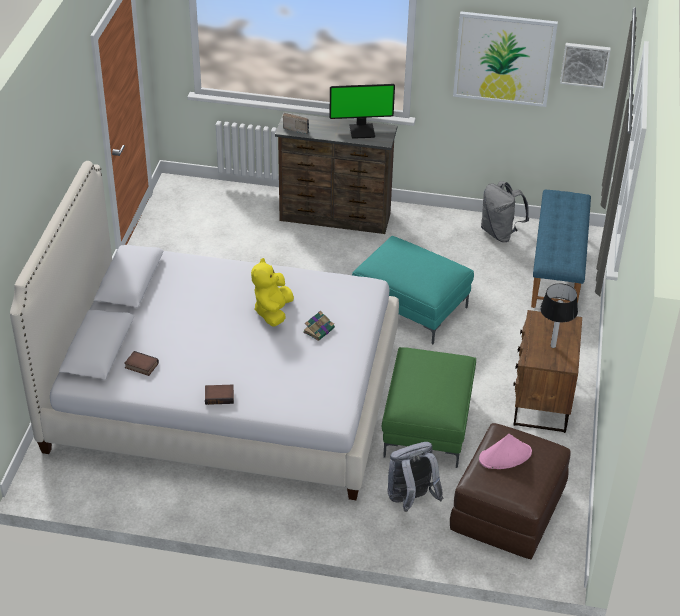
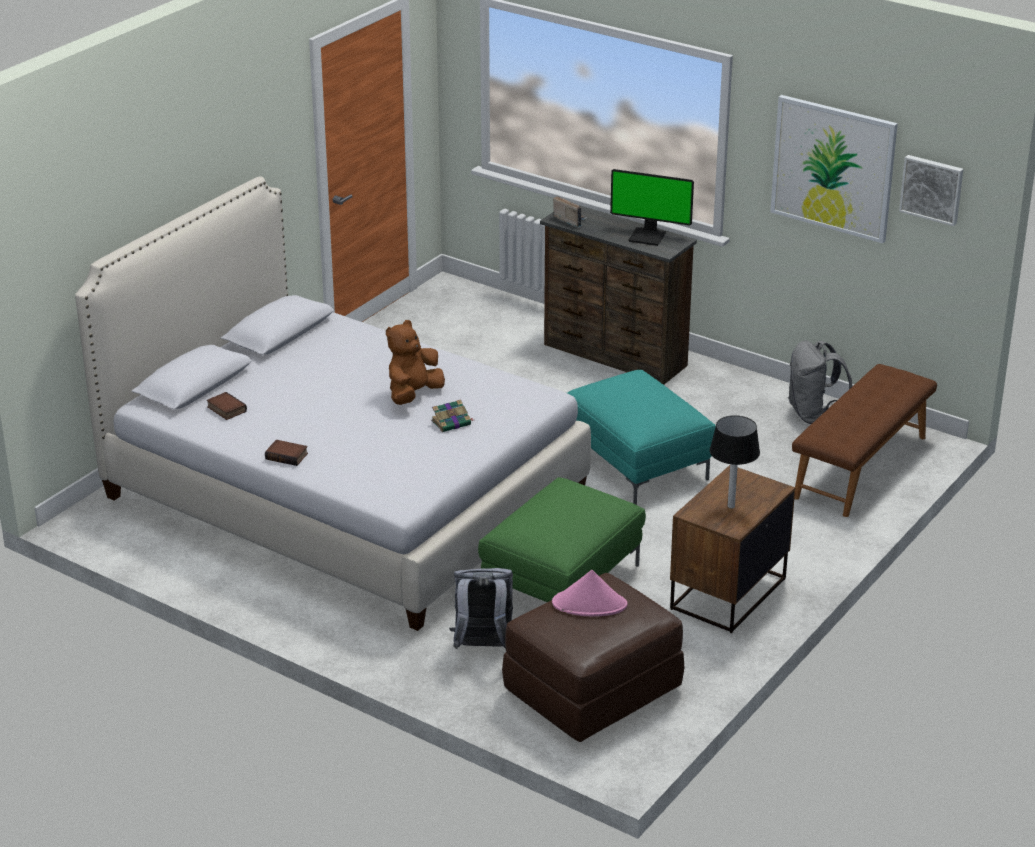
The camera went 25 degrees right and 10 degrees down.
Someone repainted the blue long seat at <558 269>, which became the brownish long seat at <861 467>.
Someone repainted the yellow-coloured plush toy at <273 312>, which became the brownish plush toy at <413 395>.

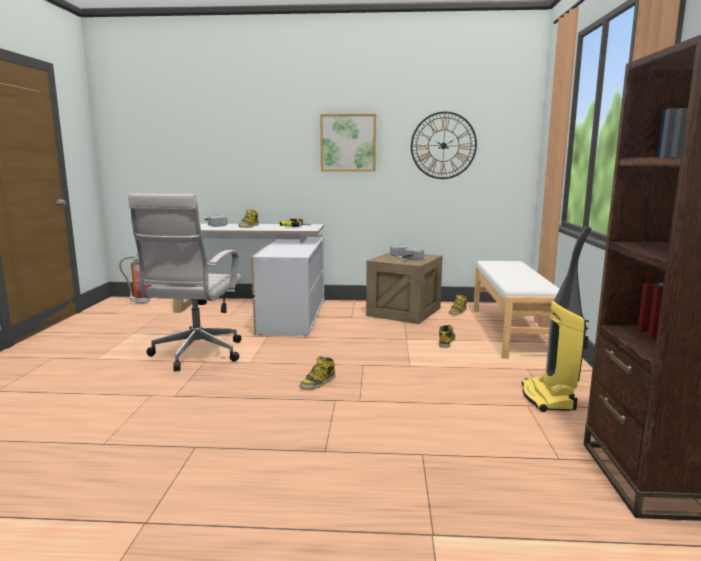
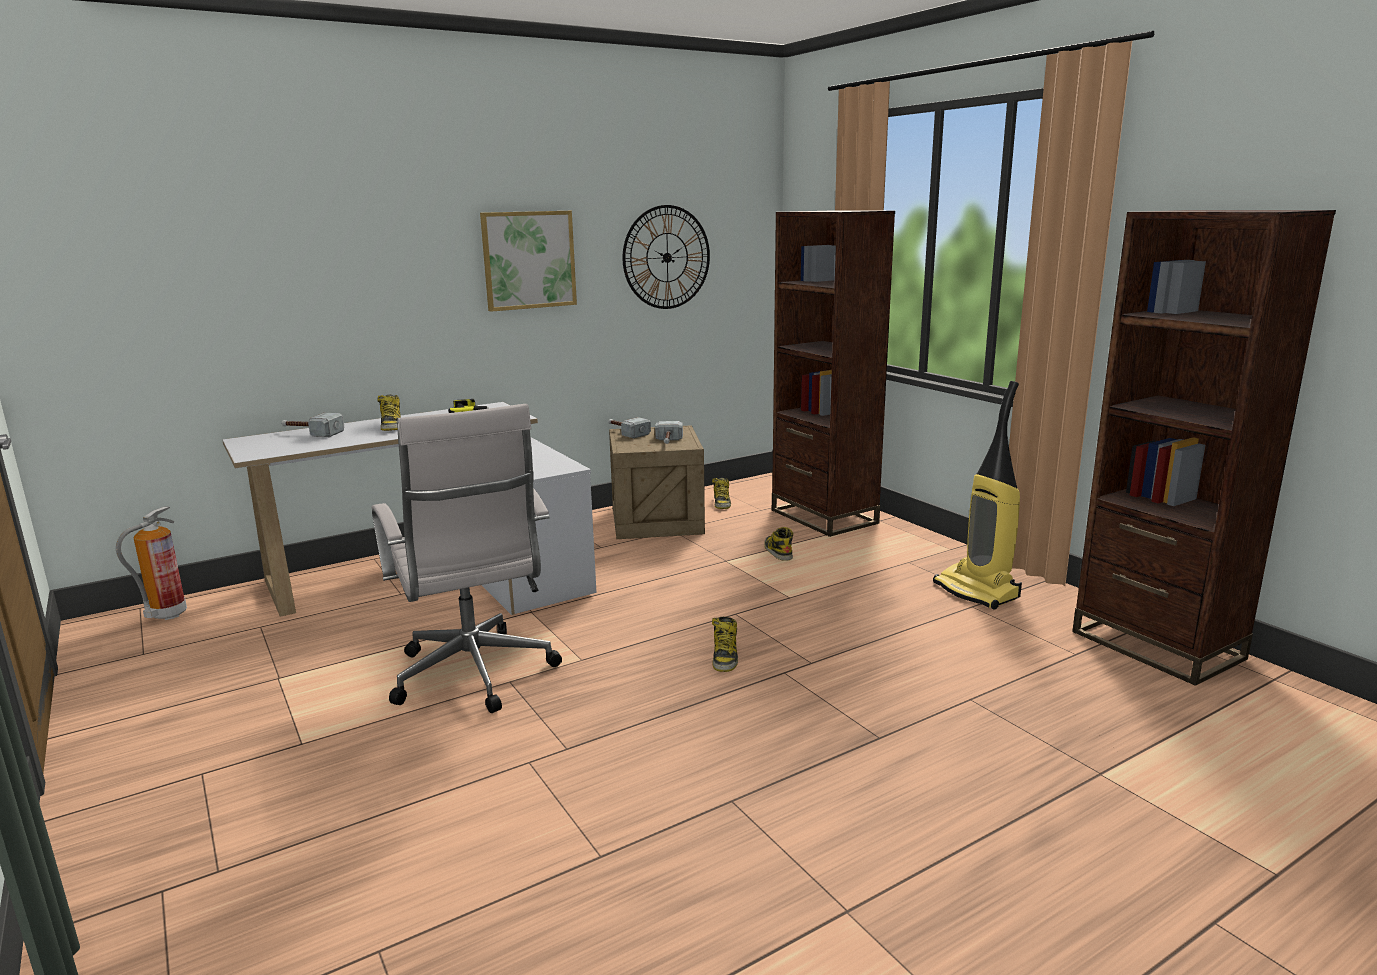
The camera went 35 degrees left and 5 degrees up.
Someone swapped the whitish long seat at <512 331> for the brownish bookcase at <823 517>.

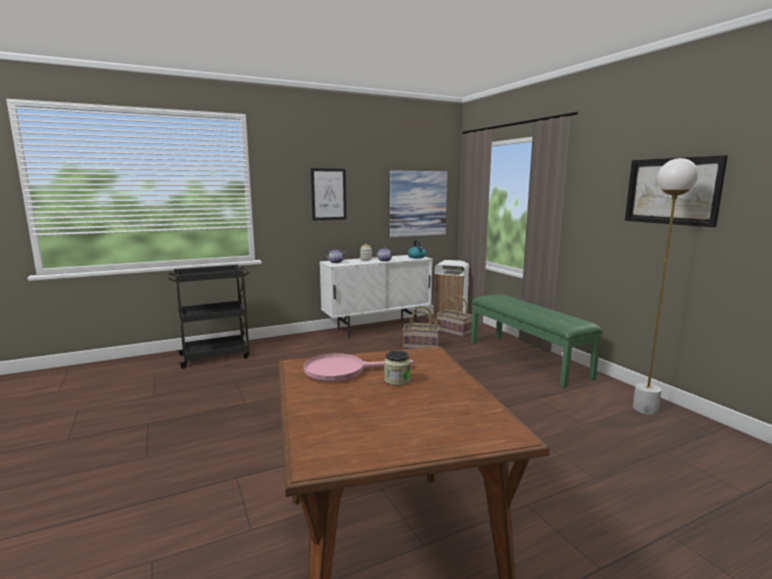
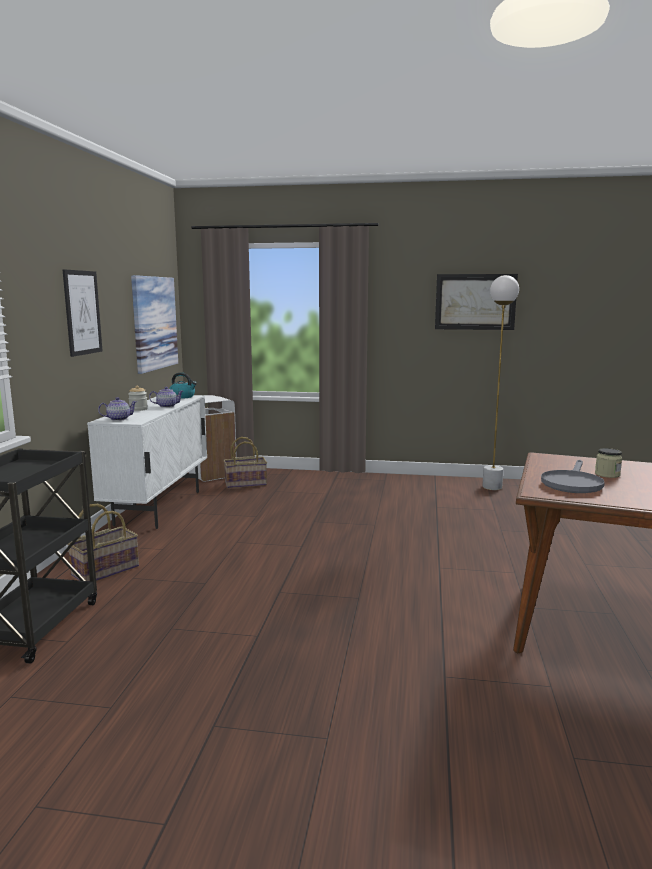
The camera went 55 degrees left and 0 degrees up.
Someone took away the green long seat at <527 359>.
Someone carried the storage basket from <421 346> to <105 570>.
Someone repainted the pink frying pan at <343 371>, which became the greyish frying pan at <572 483>.

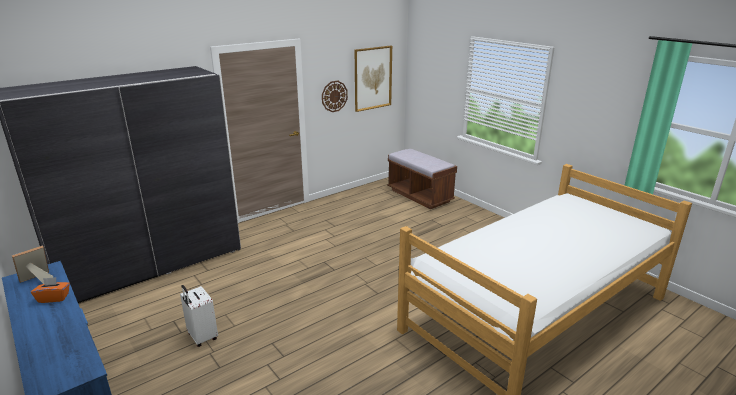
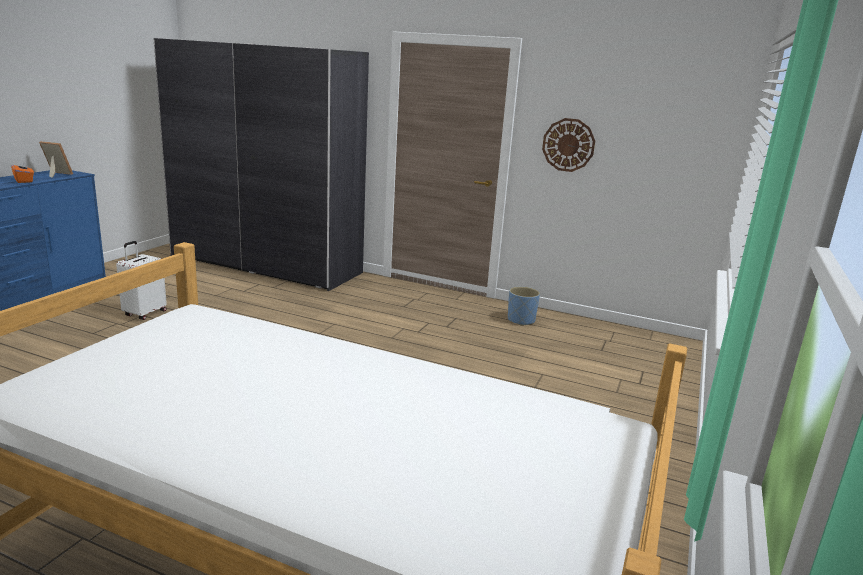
The camera went 60 degrees right and 5 degrees down.
Someone took away the wall art at <372 78>.
Someone took away the brownish long seat at <419 196>.
Someone put down the blue plant pot at <521 320>.

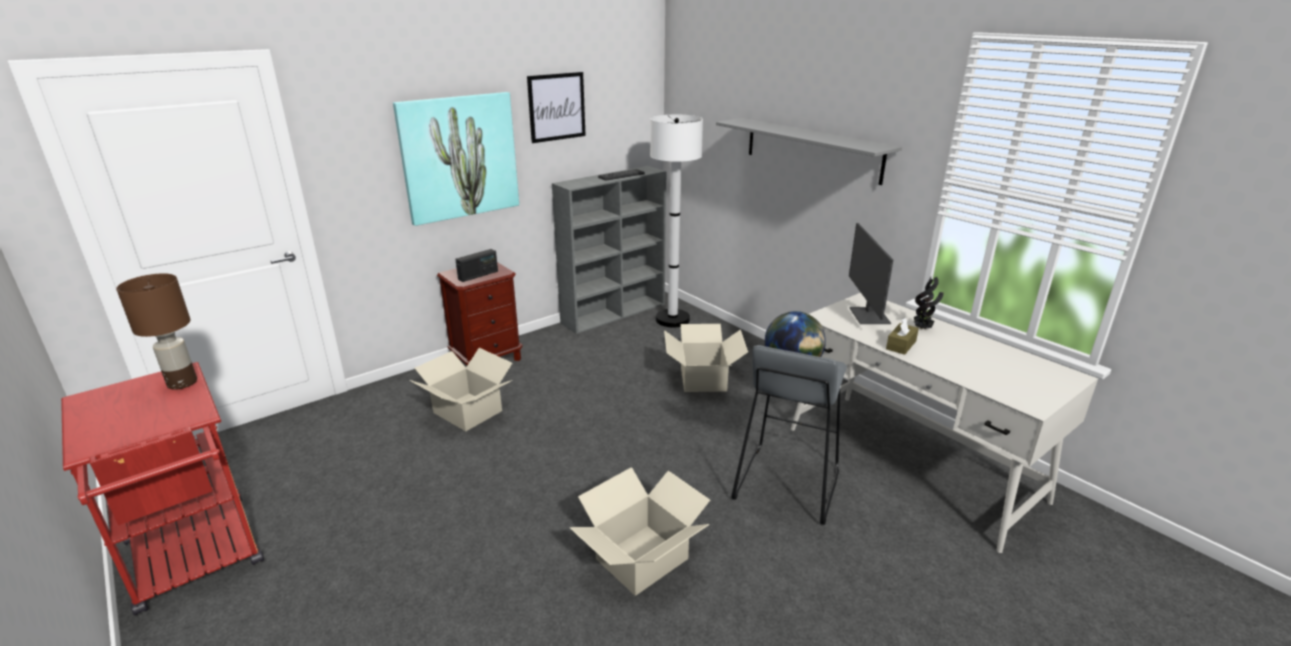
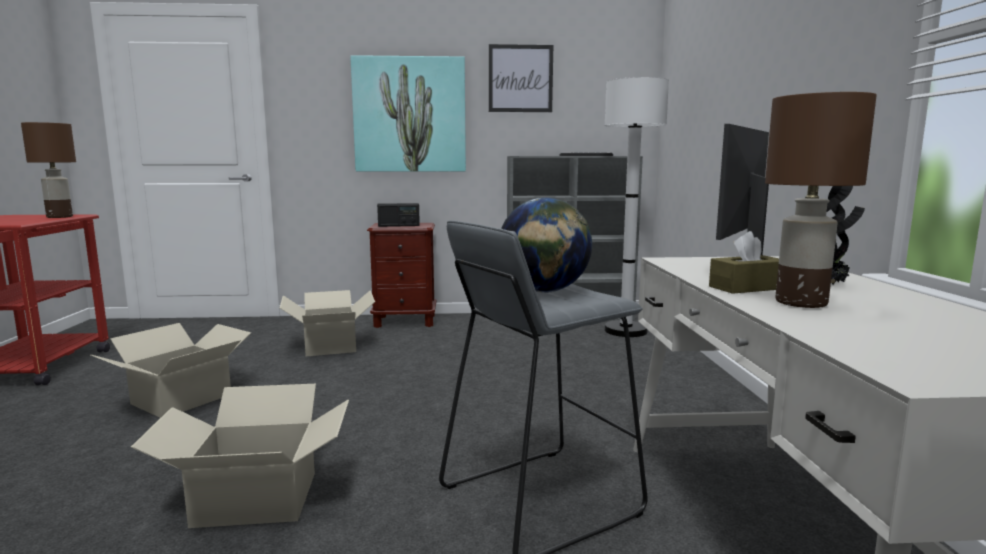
The camera went 35 degrees right and 15 degrees down.
Someone took away the greyish bracket shelf at <812 149>.
Someone carried the carton from <702 379> to <181 399>.
Someone put down the brownish lamp for a table at <800 302>.

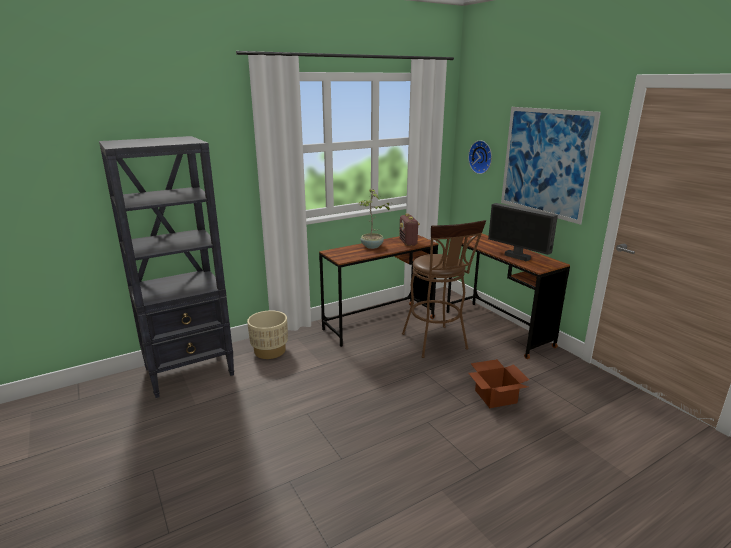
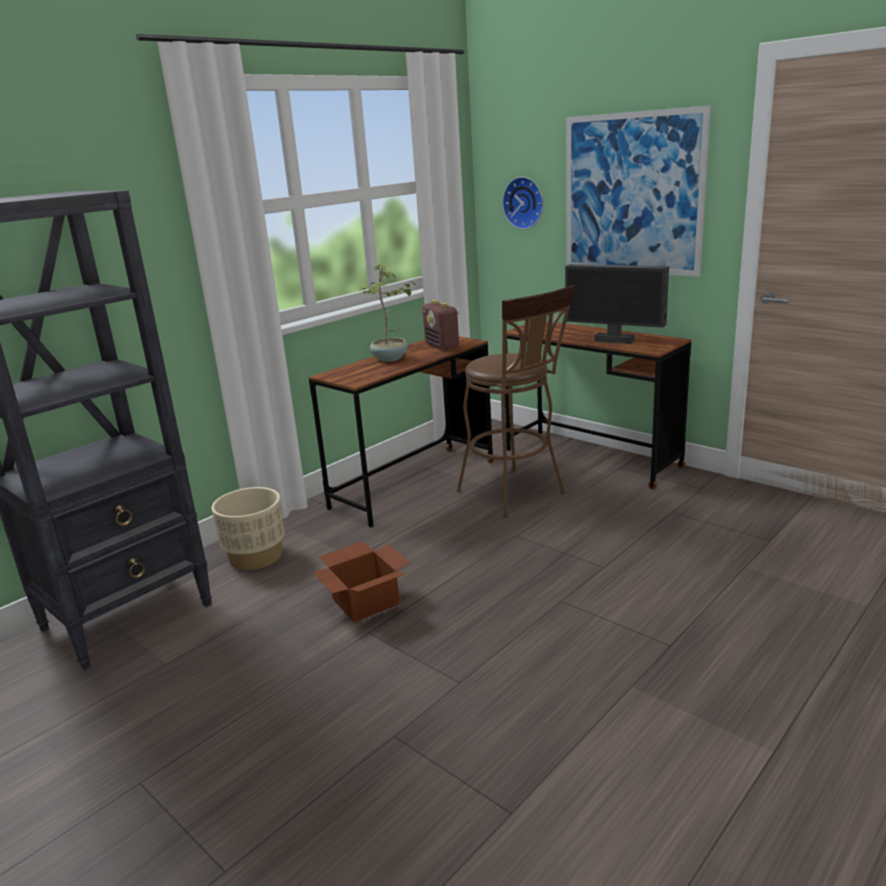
The camera went 15 degrees left and 0 degrees up.
Someone carried the carton from <495 396> to <366 600>.

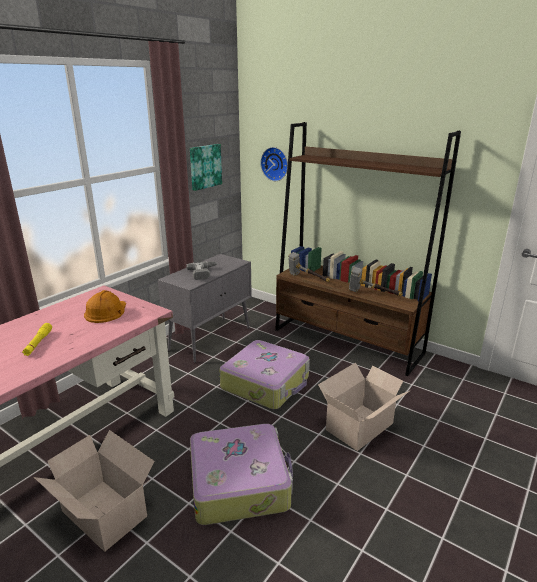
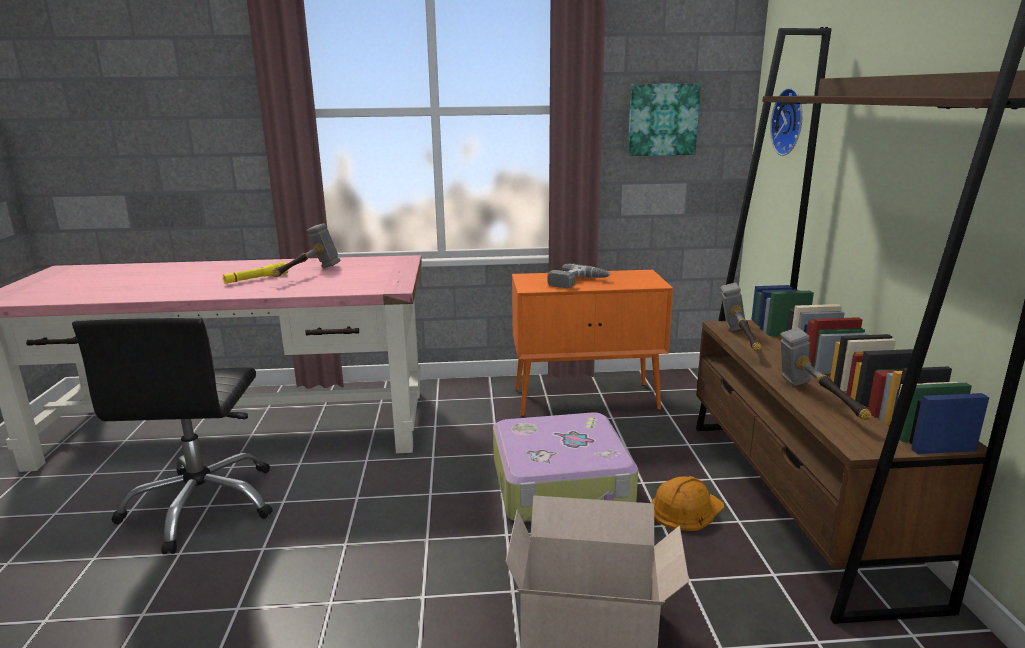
The camera went 50 degrees right and 5 degrees down.
Someone repainted the greyish cabinet at <211 338>, which became the orangey cabinet at <587 399>.
Someone carried the orangey safety helmet from <106 311> to <685 509>.
Someone took away the travel case at <240 482>.
Someone swapped the carton at <105 515> for the blackish office chair at <202 505>.
Someone put down the hammer at <307 274>.

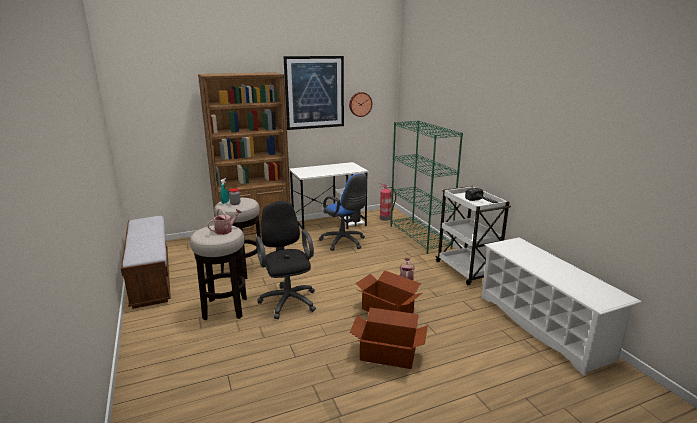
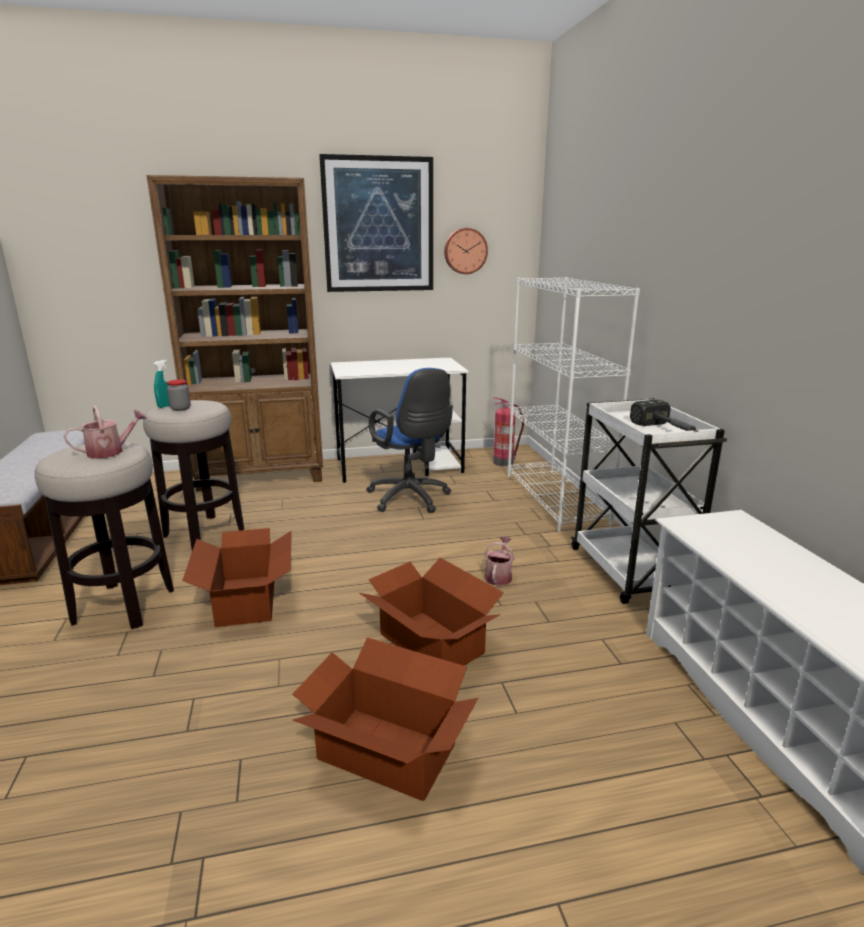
The camera went 10 degrees right and 0 degrees up.
Someone repainted the green bookcase at <420 237>, which became the whitish bookcase at <556 499>.
Someone swapped the blackish office chair at <288 300> for the carton at <248 599>.

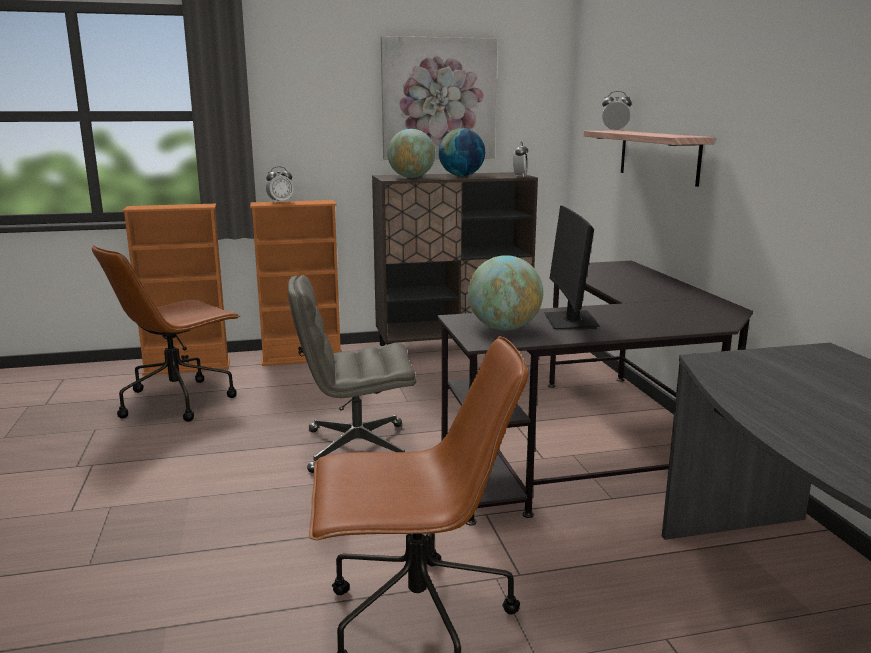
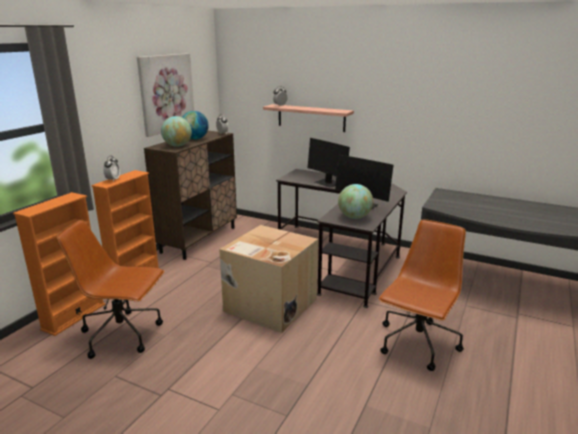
The camera went 50 degrees left and 5 degrees up.
Someone rotated the brownish office chair at <178 400> by 105 degrees clockwise.
Someone swapped the greyish office chair at <356 448> for the carton at <269 305>.
Someone put down the computer display at <328 183>.

